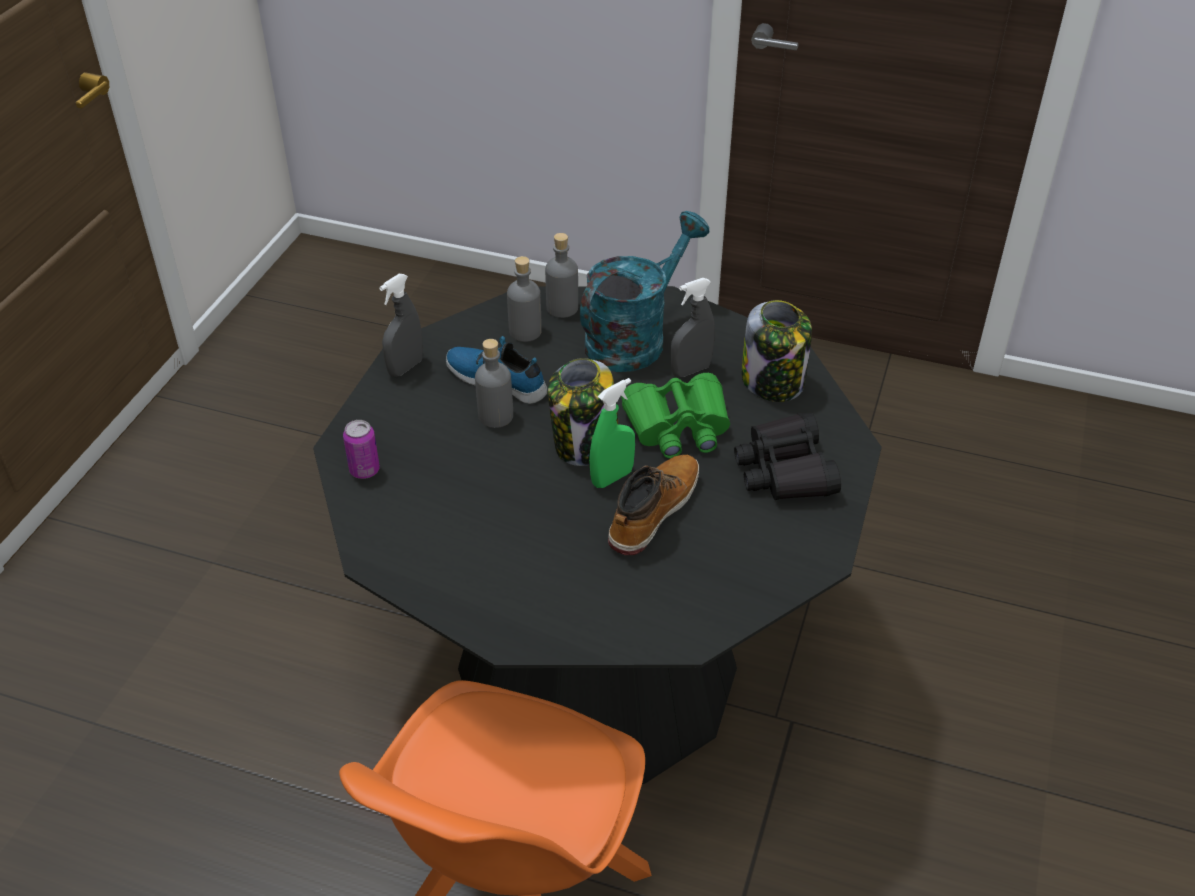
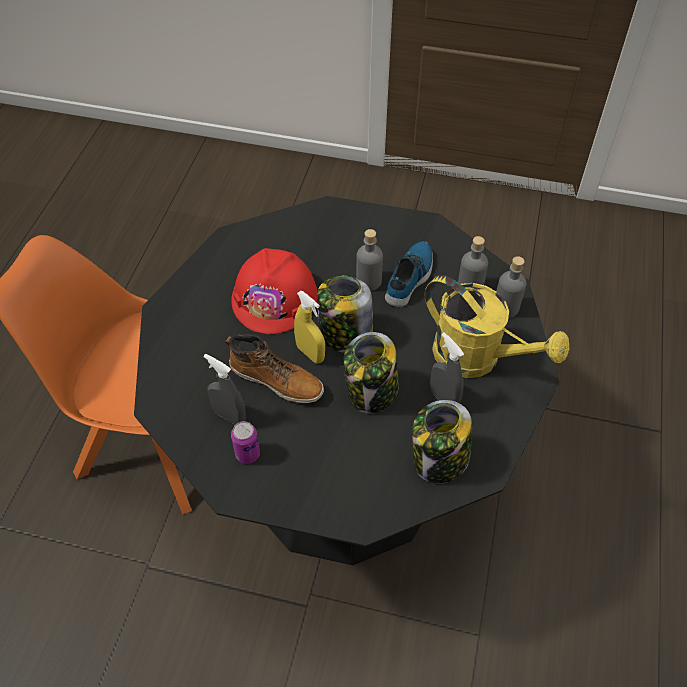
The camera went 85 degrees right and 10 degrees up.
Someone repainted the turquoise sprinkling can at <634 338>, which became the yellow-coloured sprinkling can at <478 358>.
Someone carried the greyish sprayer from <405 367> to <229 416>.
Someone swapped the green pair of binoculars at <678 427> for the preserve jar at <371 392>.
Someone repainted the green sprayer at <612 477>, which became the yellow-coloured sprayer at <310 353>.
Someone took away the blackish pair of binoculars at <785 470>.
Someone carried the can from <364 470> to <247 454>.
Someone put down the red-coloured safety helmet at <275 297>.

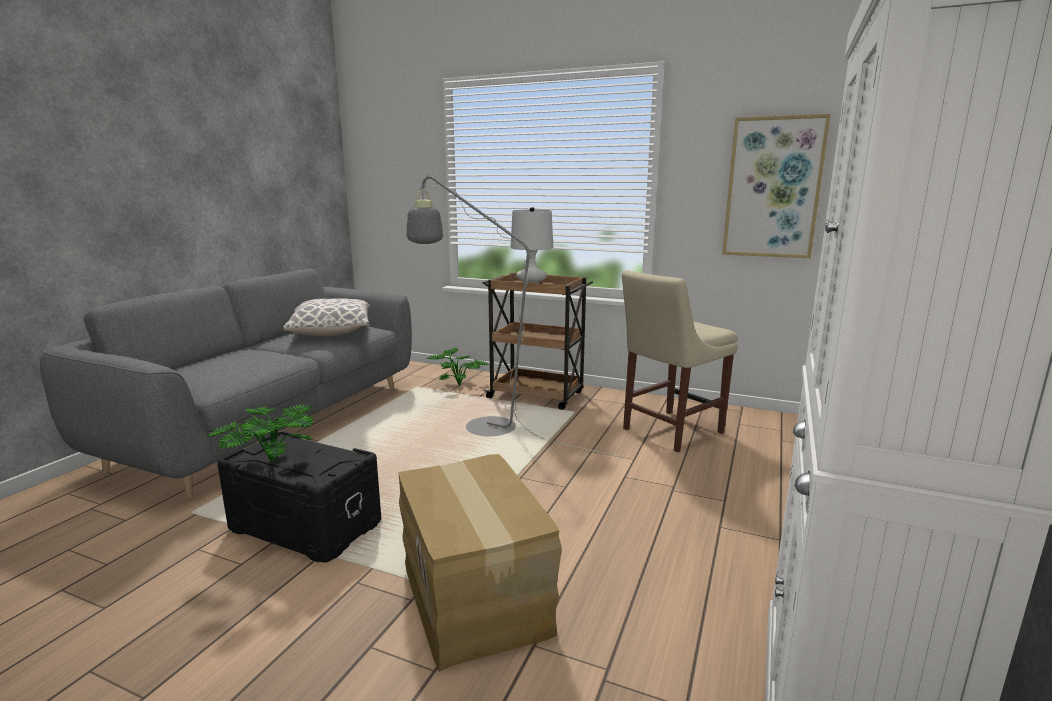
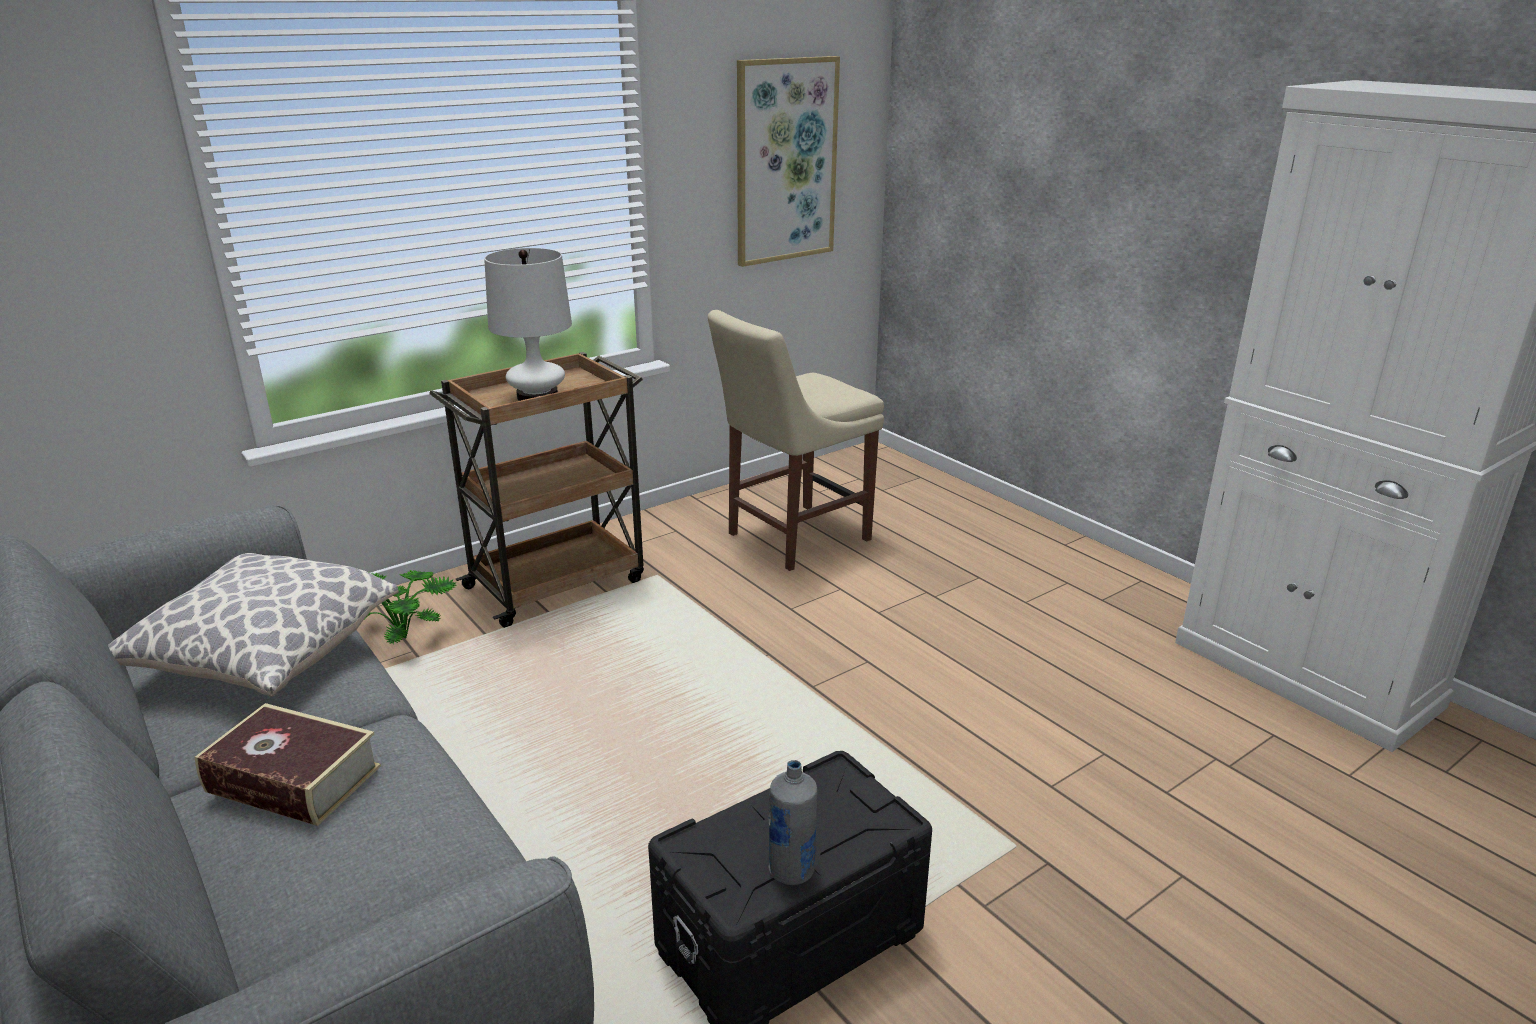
The camera went 60 degrees left and 10 degrees up.
Someone took away the greyish floor lamp at <479 424>.
Someone rotated the beige-coloured plain chair at <669 431> by 60 degrees clockwise.
Someone swapped the plant in a pot at <270 464> for the greyish bottle at <792 871>.
Someone took away the carton at <476 595>.
Someone put down the book at <293 779>.

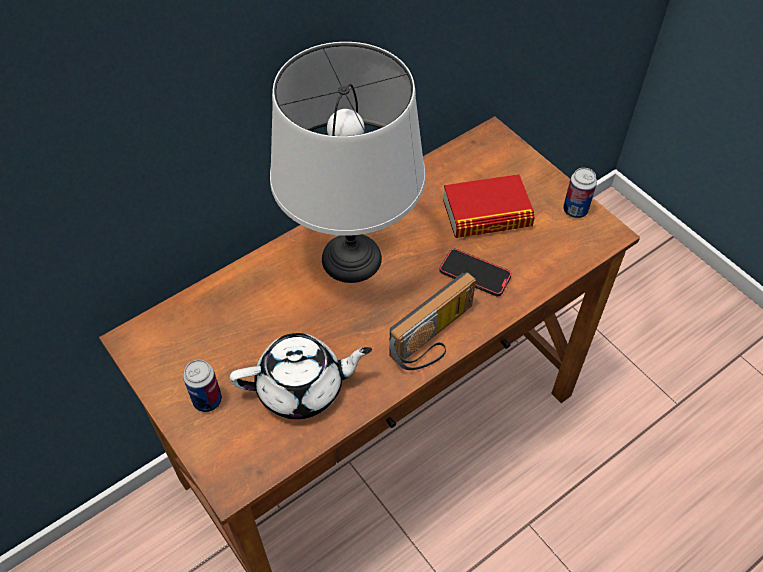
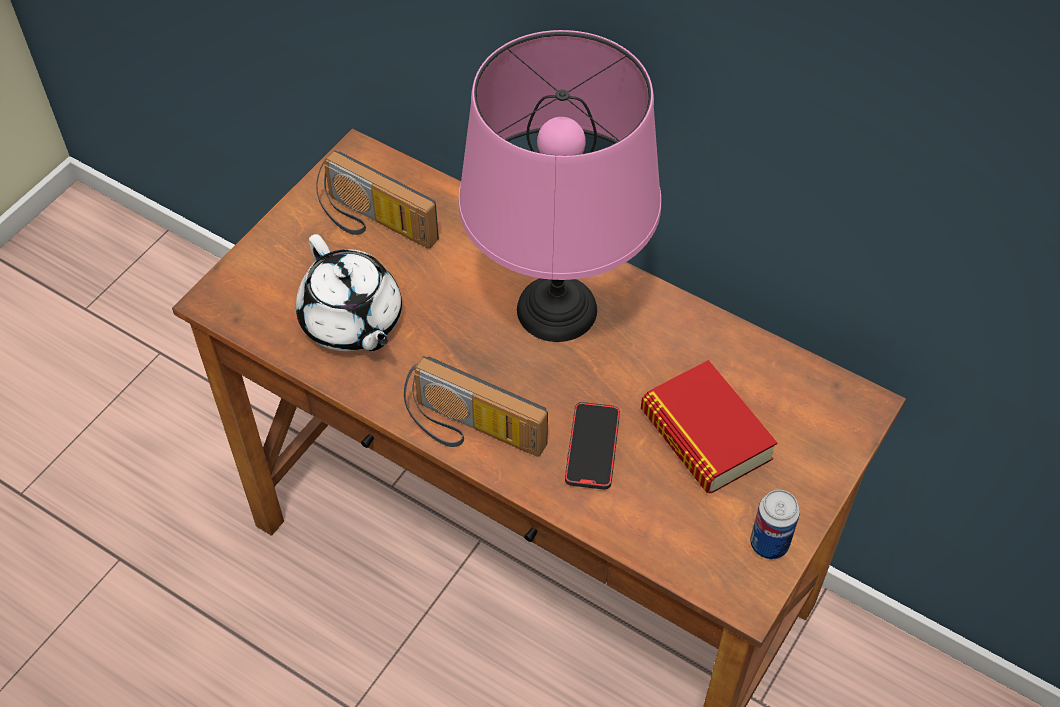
The camera went 70 degrees right and 0 degrees up.
Someone repainted the whitish lamp for a table at <352 259>, which became the pink lamp for a table at <555 310>.
Someone took away the can at <207 400>.
Someone put down the radio receiver at <373 224>.

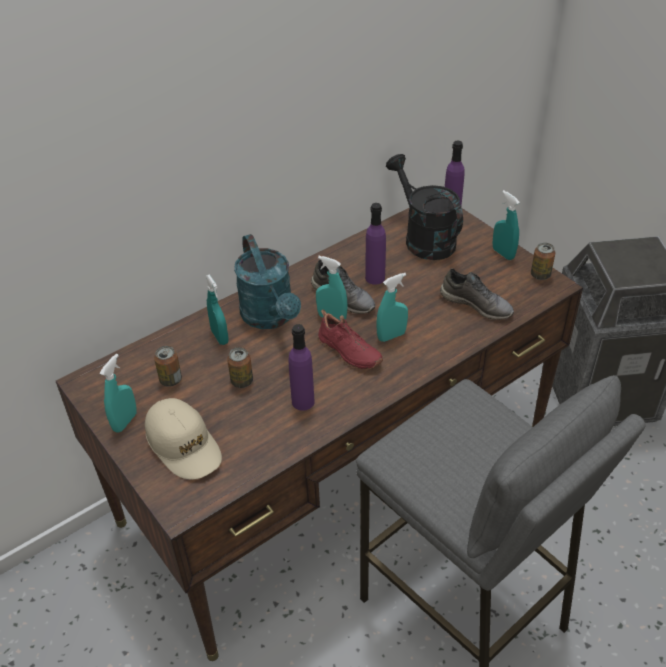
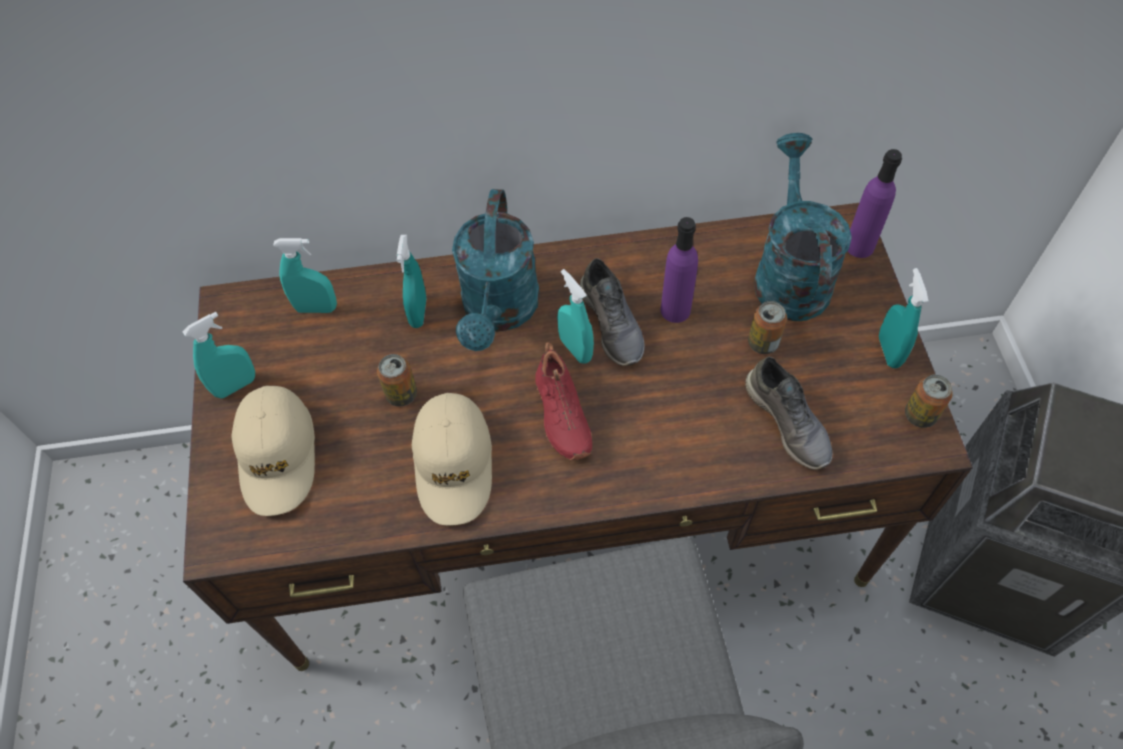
The camera went 30 degrees right and 15 degrees up.
Someone repainted the blackish sprinkling can at <424 238>, which became the turquoise sprinkling can at <789 273>.
Someone carried the turquoise sprayer from <391 336> to <316 308>.
Someone swapped the purplish bottle at <303 402> for the beige-coloured peaked cap at <454 464>.
Someone carried the can from <171 380> to <763 343>.

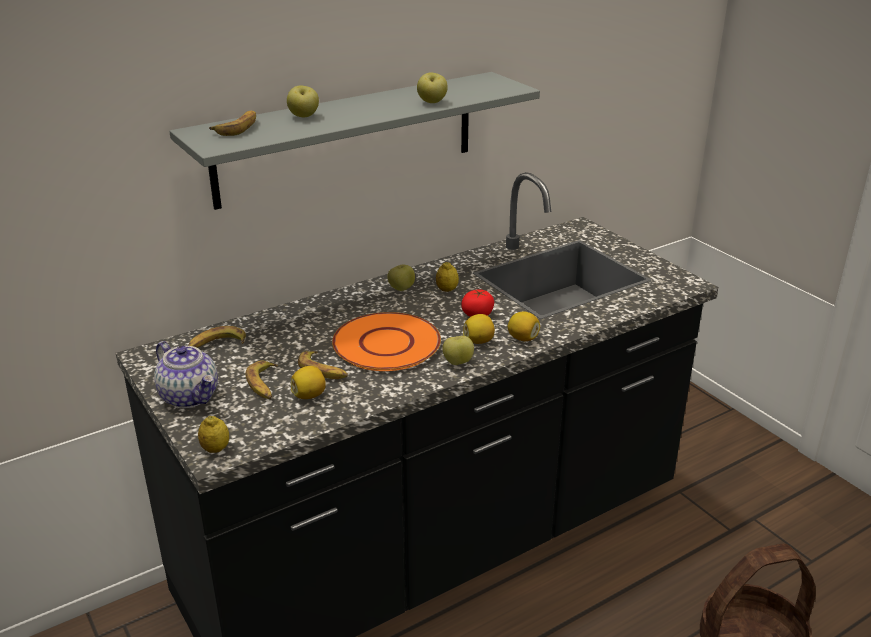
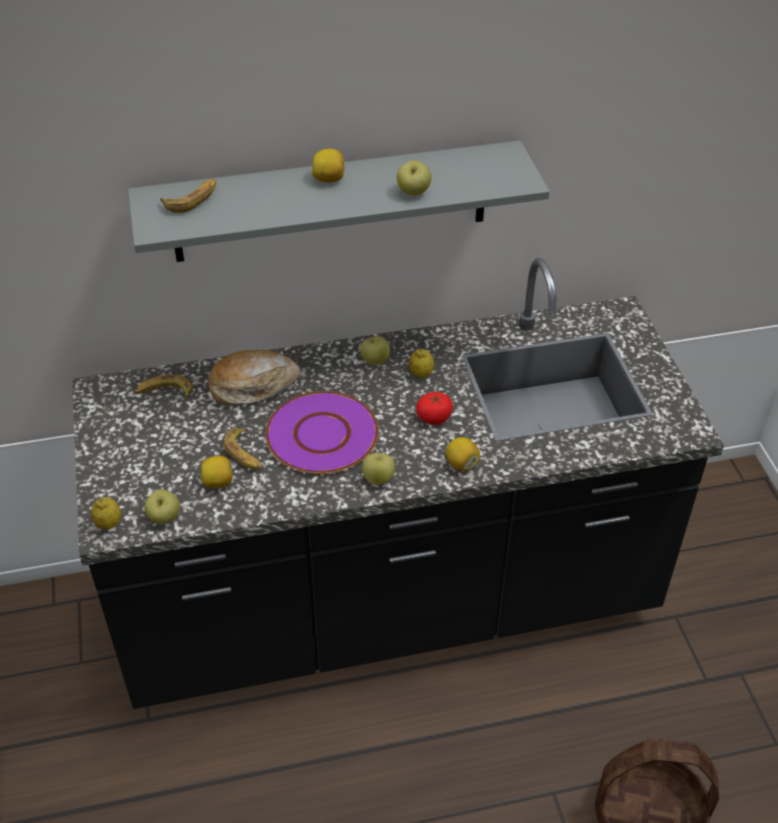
The camera went 20 degrees right and 15 degrees up.
Someone carried the whole apple from <304 116> to <164 518>.
Someone repainted the orangey flat dish at <386 344>, which became the purplish flat dish at <321 435>.
Someone carried the lemon from <479 341> to <329 179>.
Someone took away the tea pot at <190 396>.
Someone took away the banana at <264 385>.
Someone put down the baked bread at <253 386>.

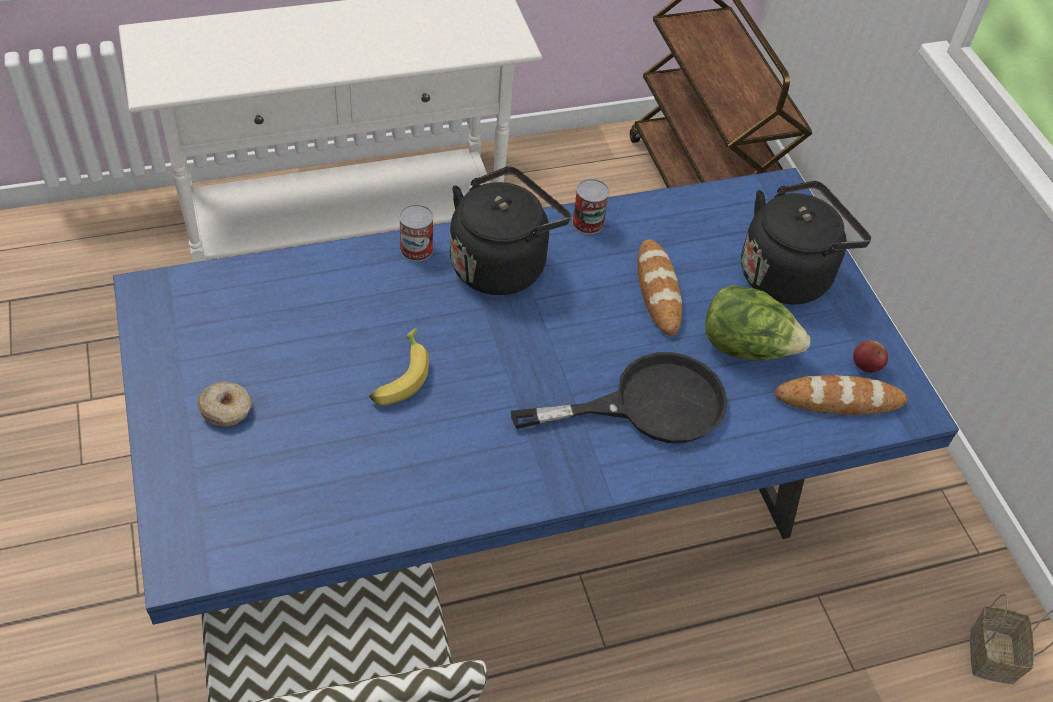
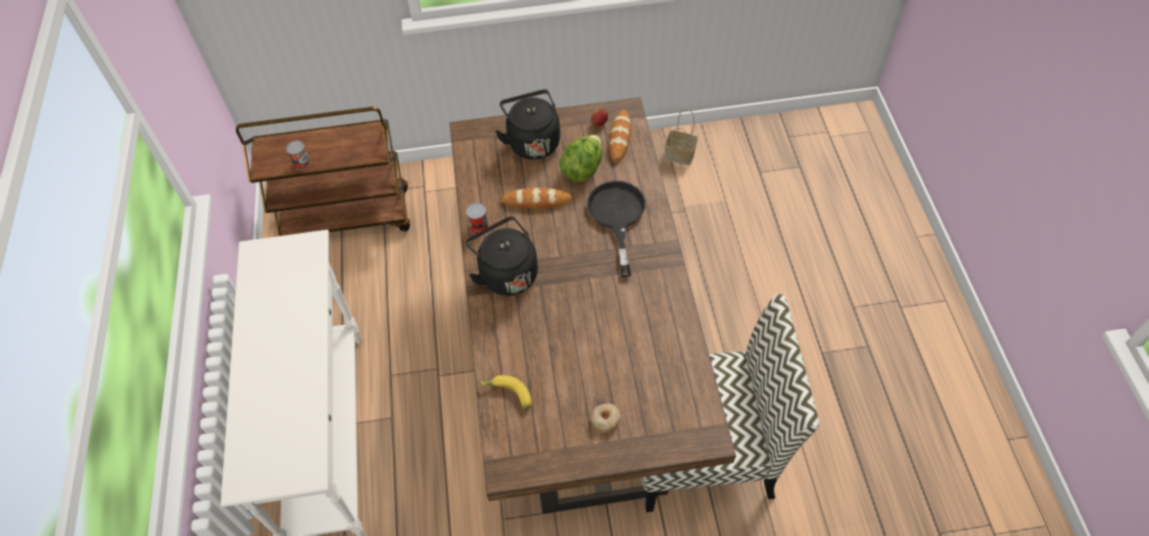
The camera went 75 degrees left and 5 degrees up.
Someone repainted the blue dinner table at <511 511>, which became the brownish dinner table at <578 352>.
Someone carried the can from <416 249> to <301 163>.
Someone carried the banana from <399 376> to <508 395>.

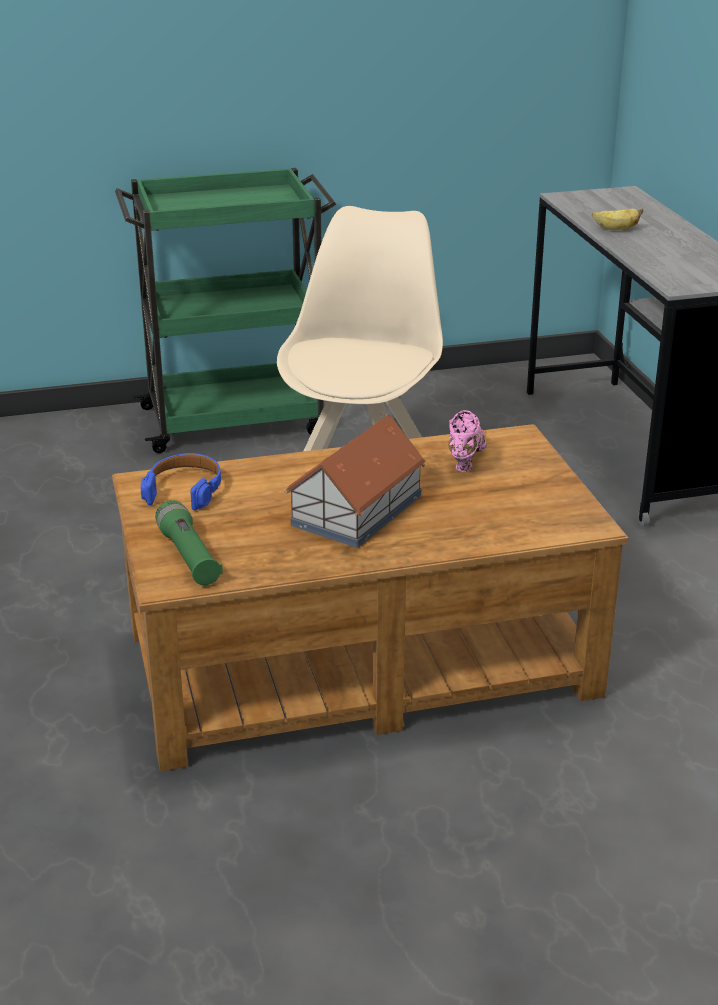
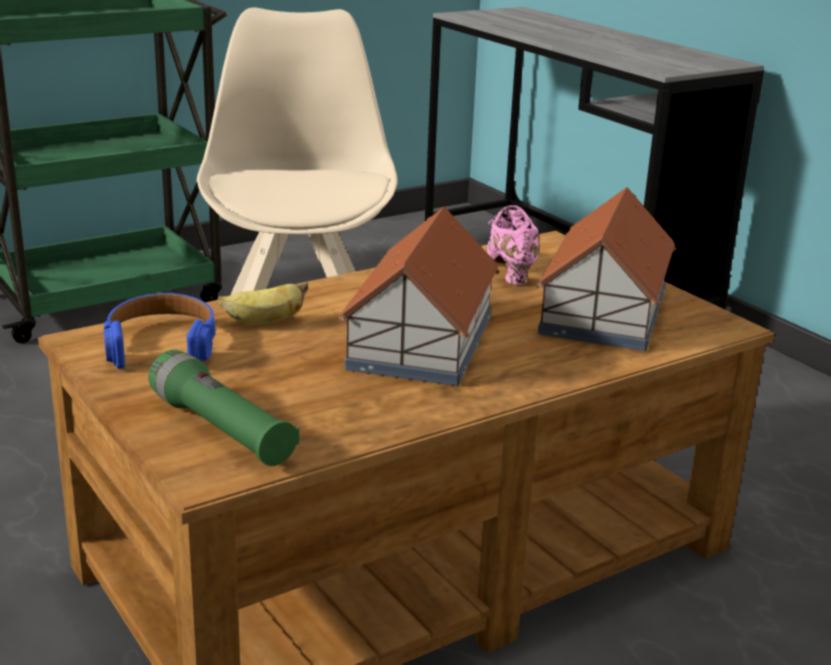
The camera went 20 degrees left and 5 degrees down.
Someone carried the banana from <615 229> to <264 322>.
Someone put down the miniature house at <605 310>.

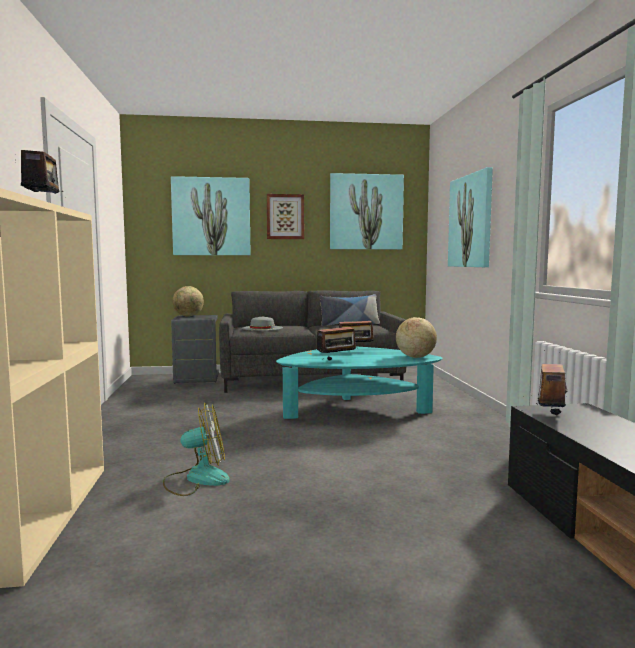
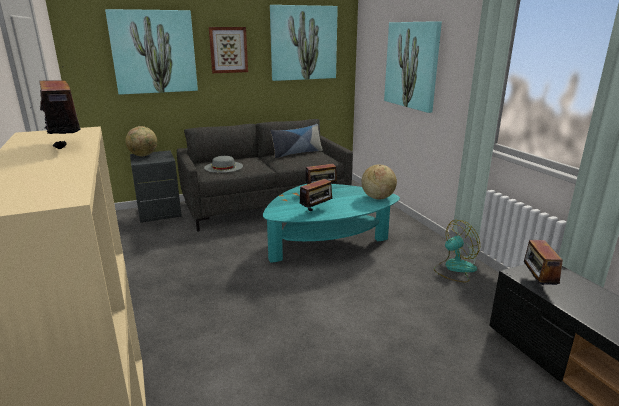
The camera went 15 degrees left and 15 degrees up.
Someone carried the fan from <197 479> to <454 269>.

